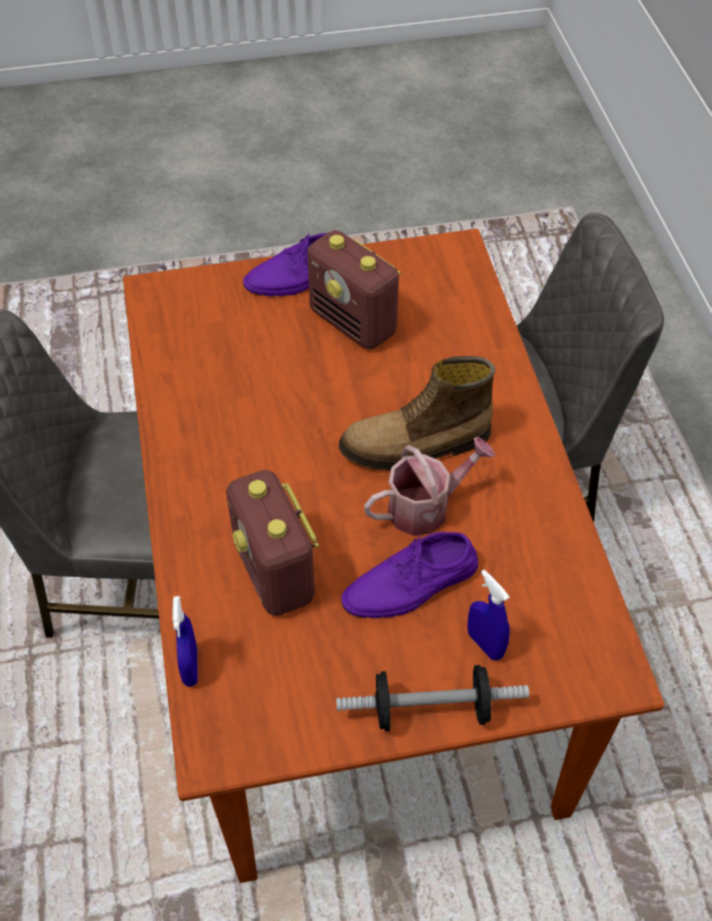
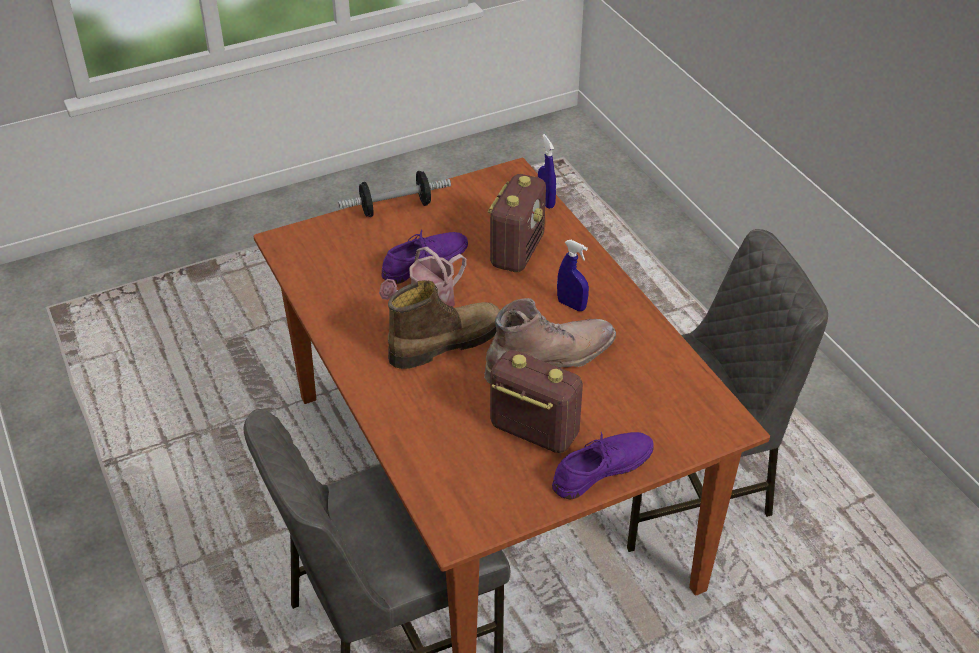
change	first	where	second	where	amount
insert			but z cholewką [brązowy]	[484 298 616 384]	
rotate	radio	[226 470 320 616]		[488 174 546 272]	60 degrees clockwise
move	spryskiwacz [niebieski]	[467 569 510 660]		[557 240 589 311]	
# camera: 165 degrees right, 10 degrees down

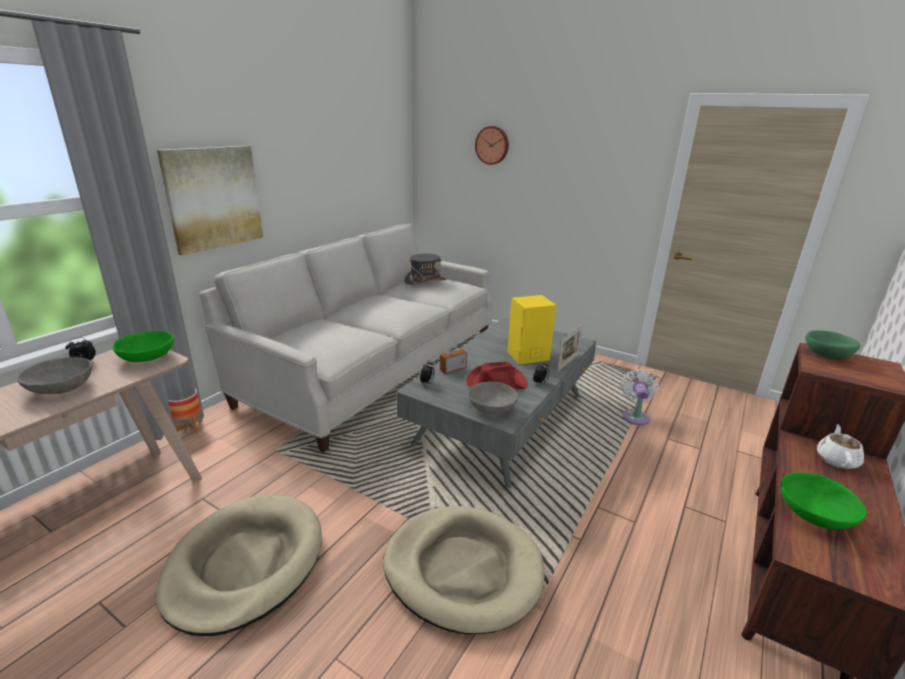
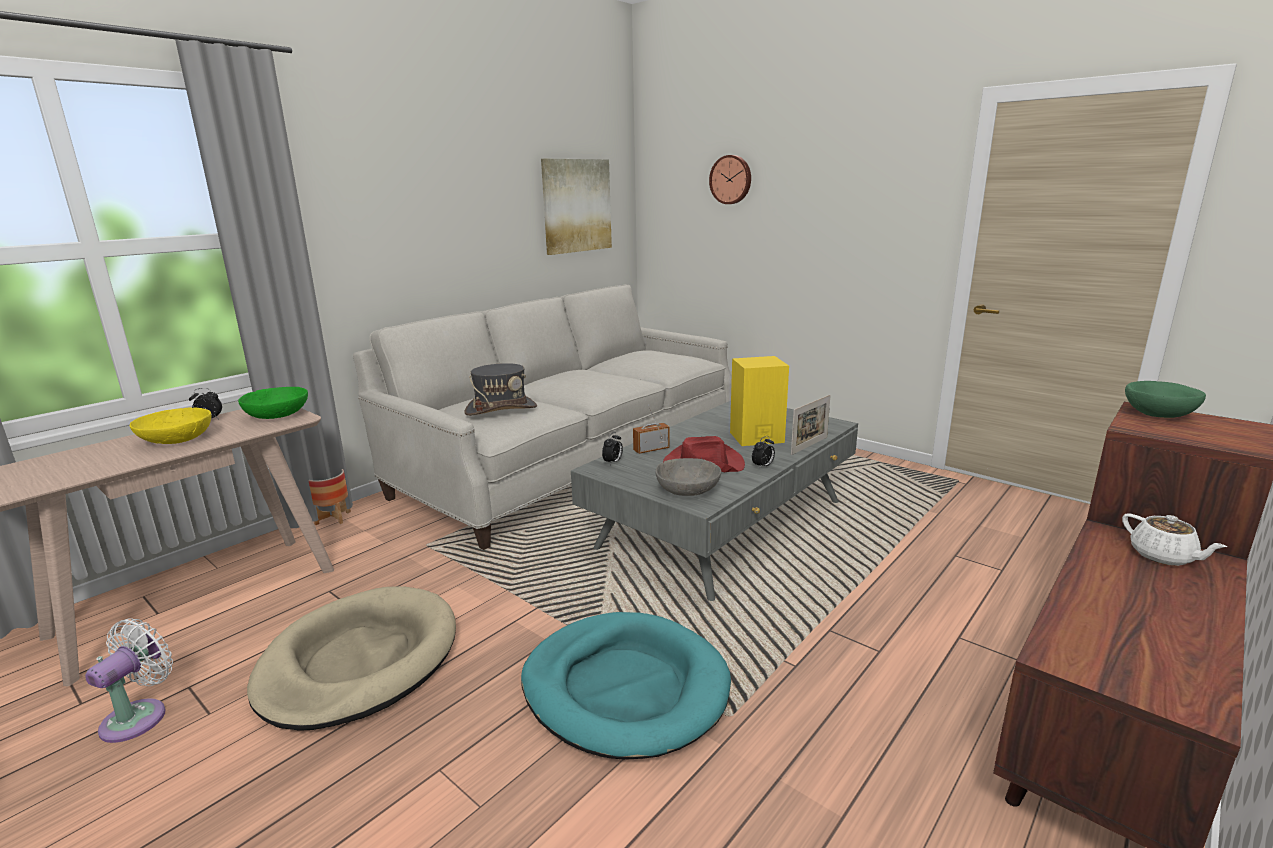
change	first	where	second	where	amount
move	wentylator [biały]	[621 369 659 425]		[85 619 173 743]	
recolor	miska [szary]	[17 357 92 394]	miska [żółty]	[130 407 211 444]	
move	kapelusz [szary]	[404 254 446 285]		[465 363 537 416]	
recolor	legowisko [beżowy]	[383 506 545 634]	legowisko [turkusowy]	[521 612 731 760]	
move	obraz	[157 146 263 255]		[541 159 612 255]	
rotate	imbryk [biały]	[817 424 864 469]		[1122 514 1227 566]	120 degrees clockwise
delete	miska [zielony]	[781 472 867 529]			
# camera: 10 degrees right, 5 degrees down

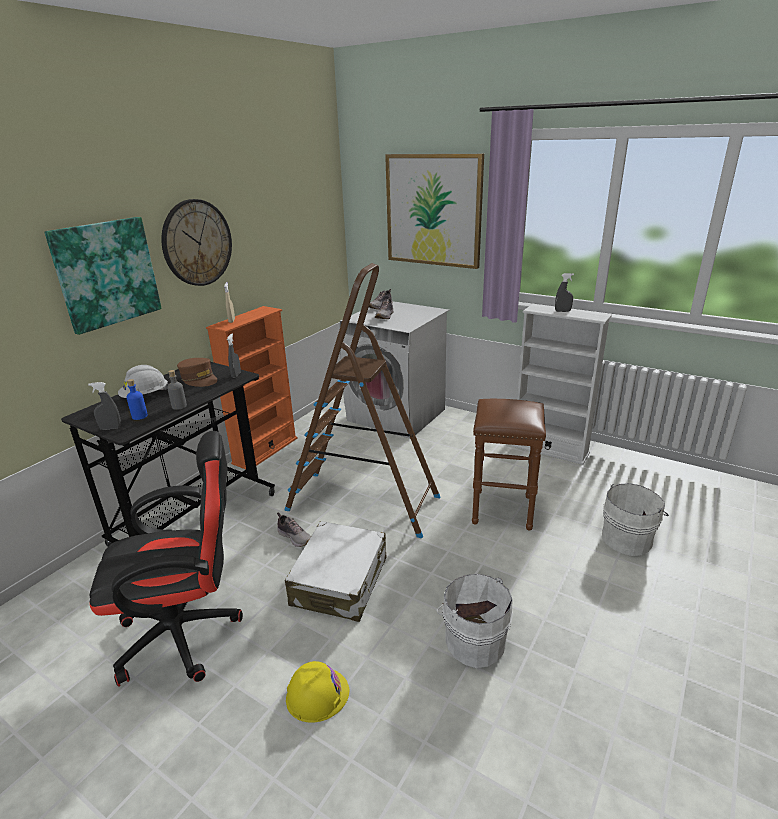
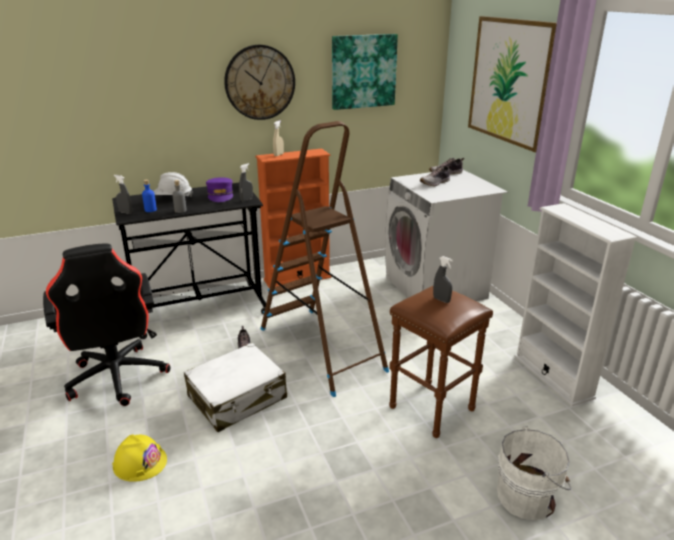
change	first	where	second	where	amount
rotate	krzesło biurowe [czarny]	[90 431 243 687]		[43 243 170 406]	45 degrees clockwise
recolor	czapka z daszkiem [brązowy]	[177 358 218 387]	czapka z daszkiem [fioletowy]	[206 177 233 202]	
move	obraz	[44 217 162 335]		[332 34 398 110]	
move	spryskiwacz [szary]	[555 273 574 312]		[433 256 453 303]	
delete	wiadro [biały]	[436 574 513 668]			
# camera: 35 degrees right, 0 degrees up

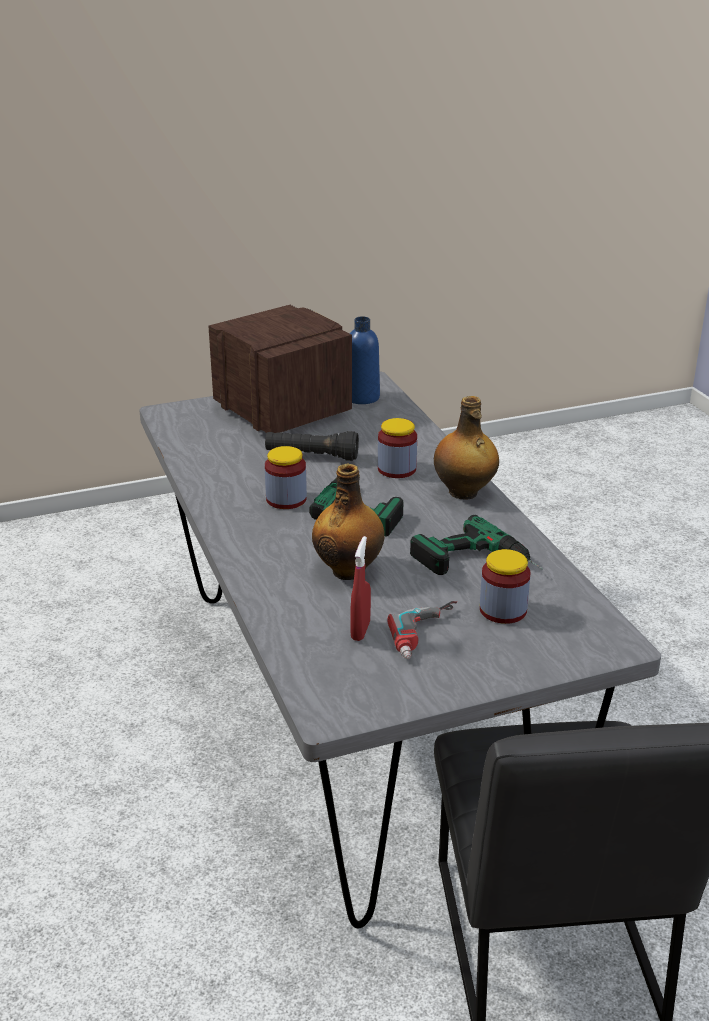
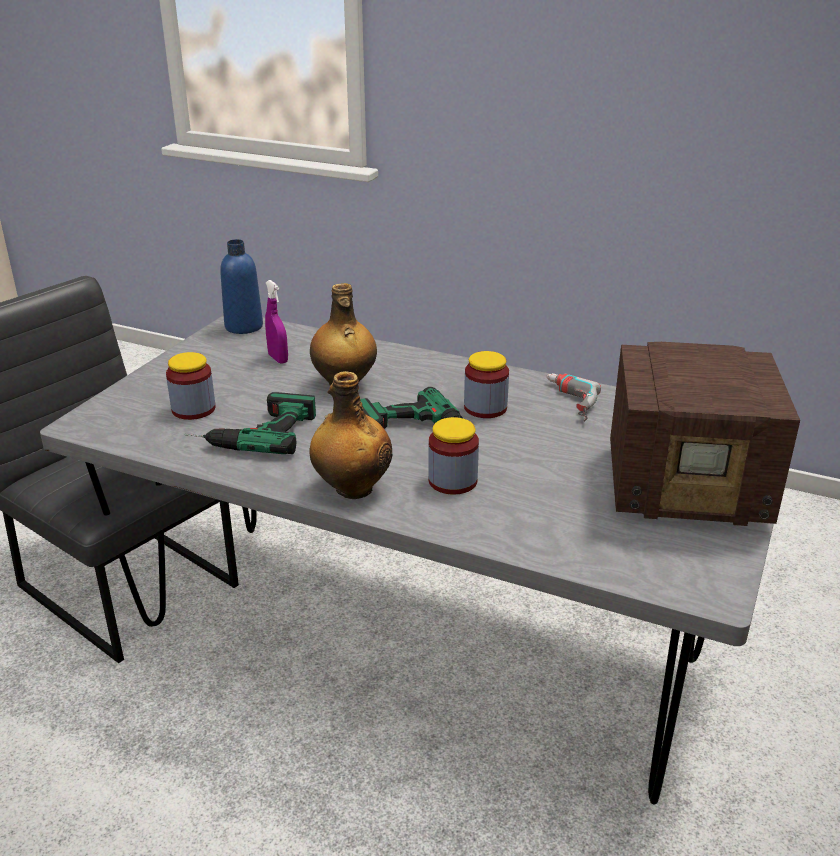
change	first	where	second	where	amount
move	butelka [niebieski]	[350 316 380 404]		[220 239 263 334]	
recolor	spryskiwacz [czerwony]	[350 536 371 641]	spryskiwacz [fioletowy]	[265 280 288 364]	
move	wiertarka	[388 601 457 659]		[547 373 601 421]	
delete	latarka [czarny]	[265 431 359 461]			
# camera: 135 degrees right, 0 degrees up

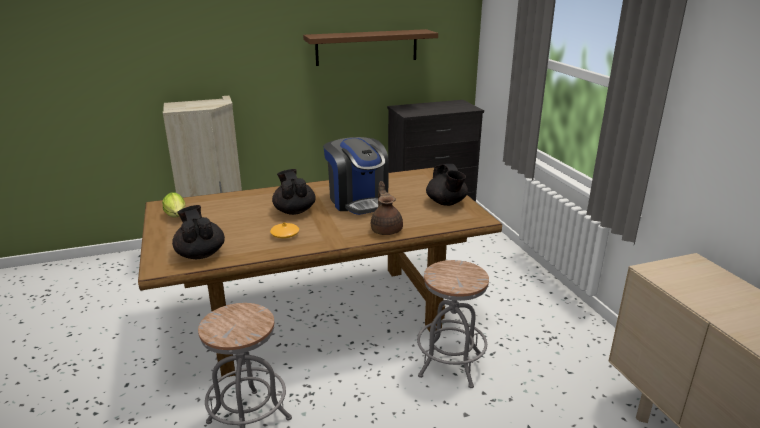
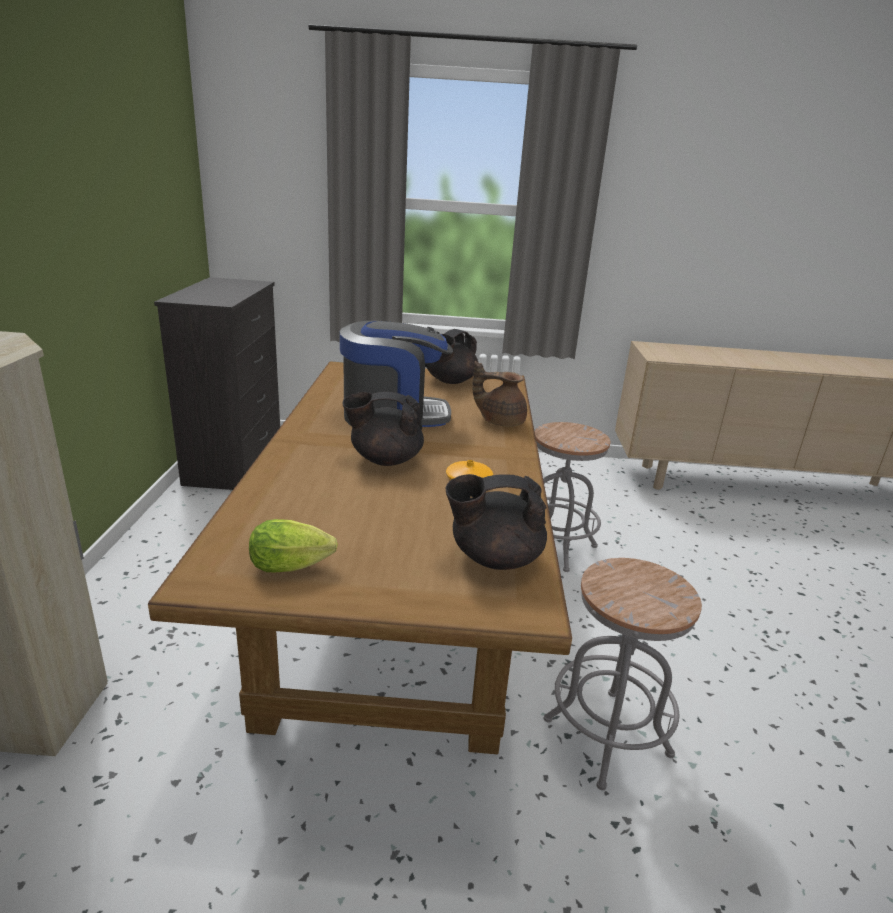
change	first	where	second	where	amount
rotate	imbryk [czarny]	[426 164 468 206]		[427 329 478 384]	120 degrees clockwise
delete	półka [brązowy]	[303 29 438 66]			
# camera: 70 degrees left, 0 degrees up

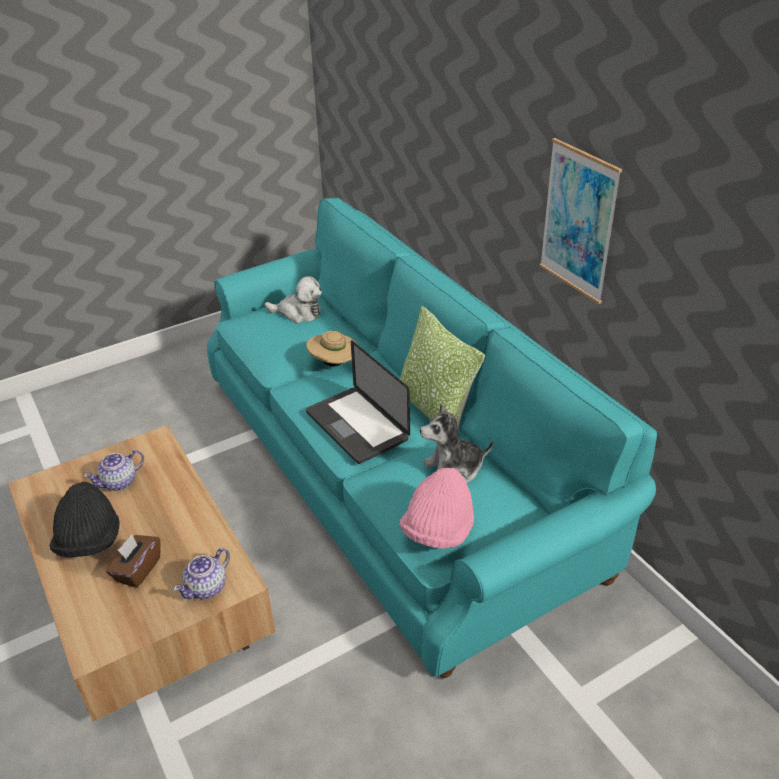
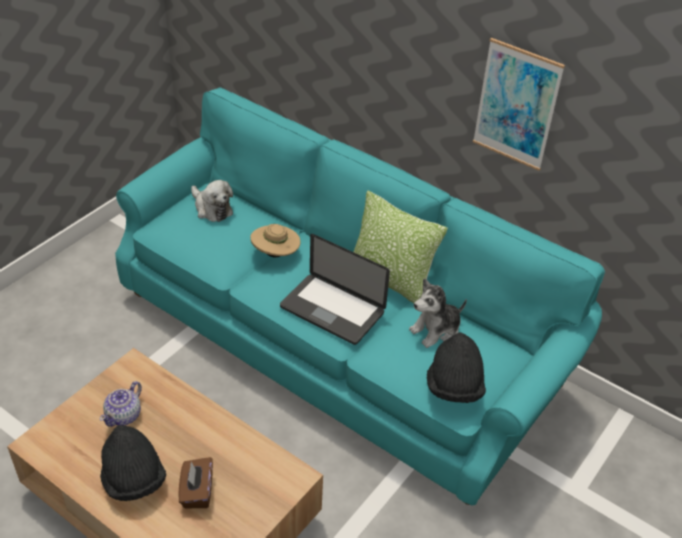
change	first	where	second	where	amount
rotate	pluszak	[265 276 322 323]		[191 180 233 222]	60 degrees clockwise
recolor	kapelusz [różowy]	[400 468 474 549]	kapelusz [czarny]	[427 332 486 403]	
delete	imbryk	[174 548 230 599]			
# camera: 25 degrees left, 5 degrees up

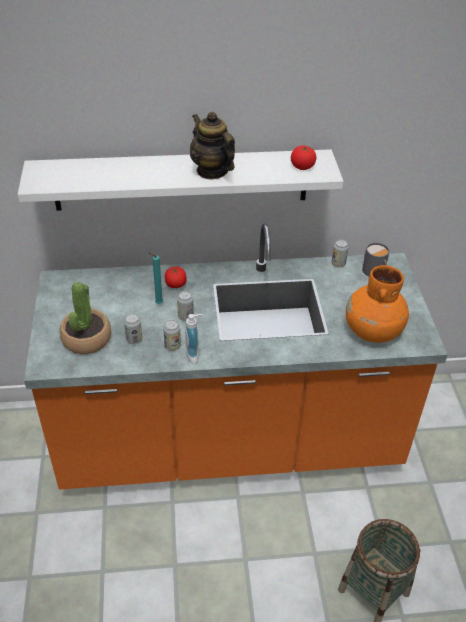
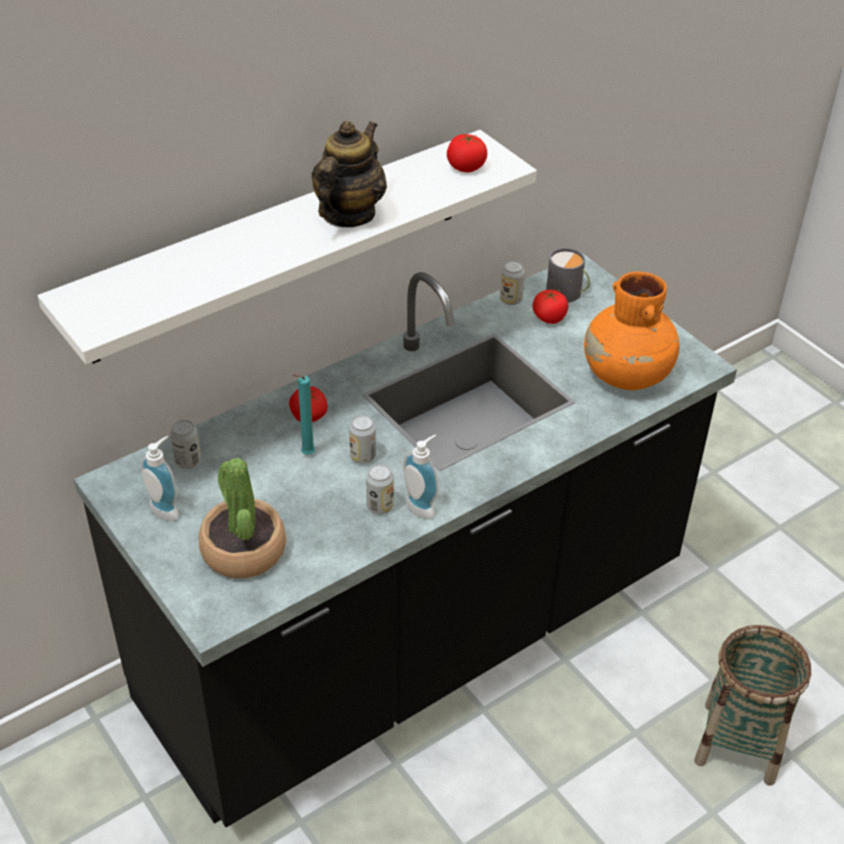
change	first	where	second	where	amount
recolor	zabudowa kuchenna [pomarańczowy]	[24 224 448 490]	zabudowa kuchenna [czarny]	[74 253 737 827]	
insert			dozownik mydła	[141 436 179 521]	
move	puszka	[124 313 142 344]		[171 420 201 469]	
rotate	imbryk	[190 112 235 179]		[311 121 387 227]	90 degrees clockwise
insert			pomidor	[533 290 568 324]	
# camera: 30 degrees left, 0 degrees up

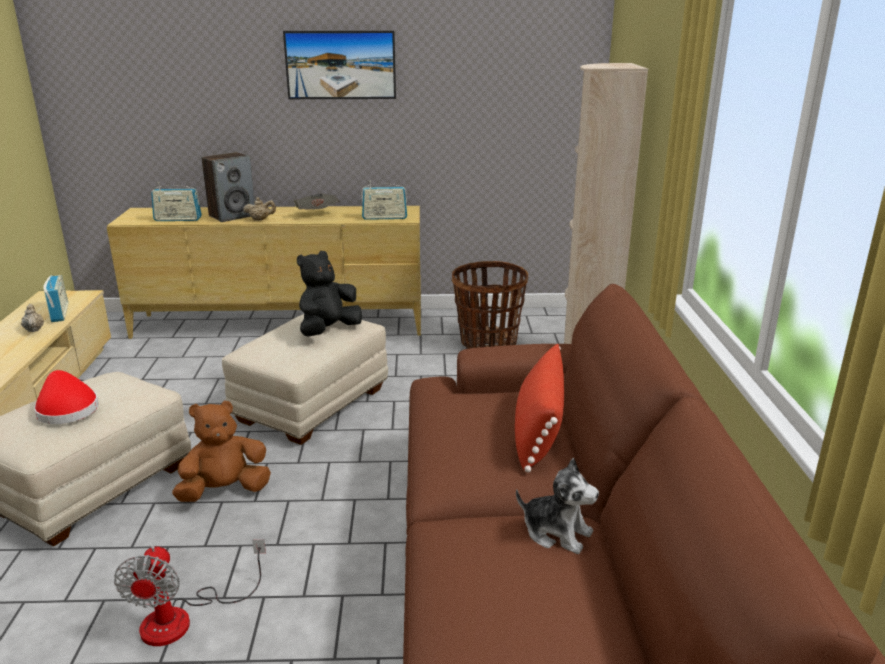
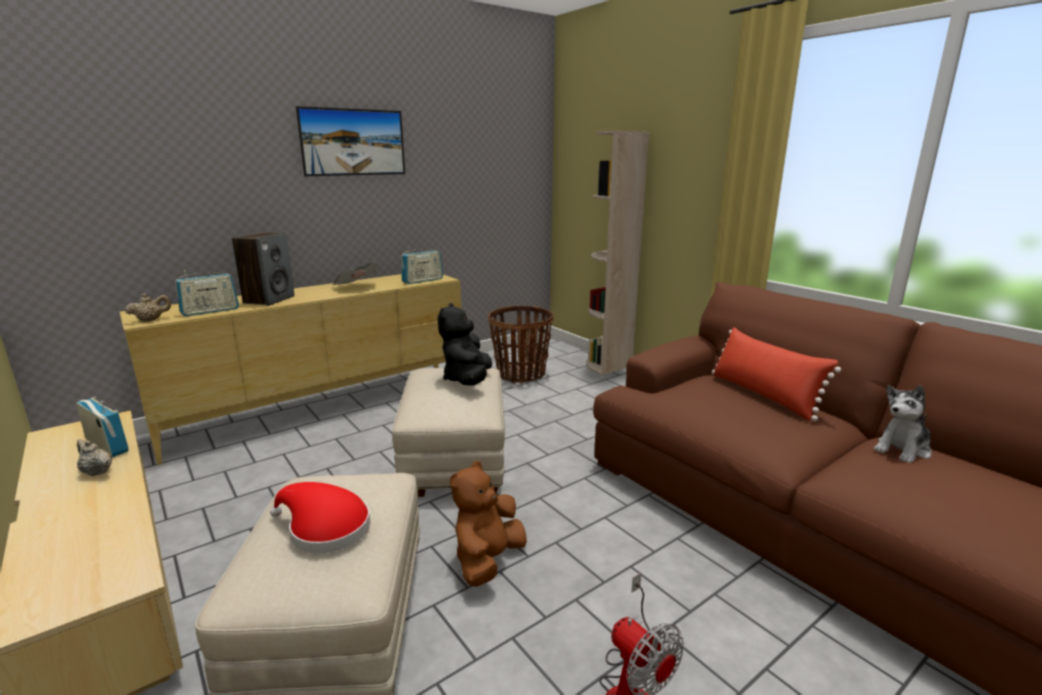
change	first	where	second	where	amount
move	imbryk [beżowy]	[243 197 276 221]		[124 293 171 322]	
rotate	pluszak	[516 458 599 554]		[874 385 932 463]	150 degrees clockwise
# camera: 35 degrees left, 5 degrees down

